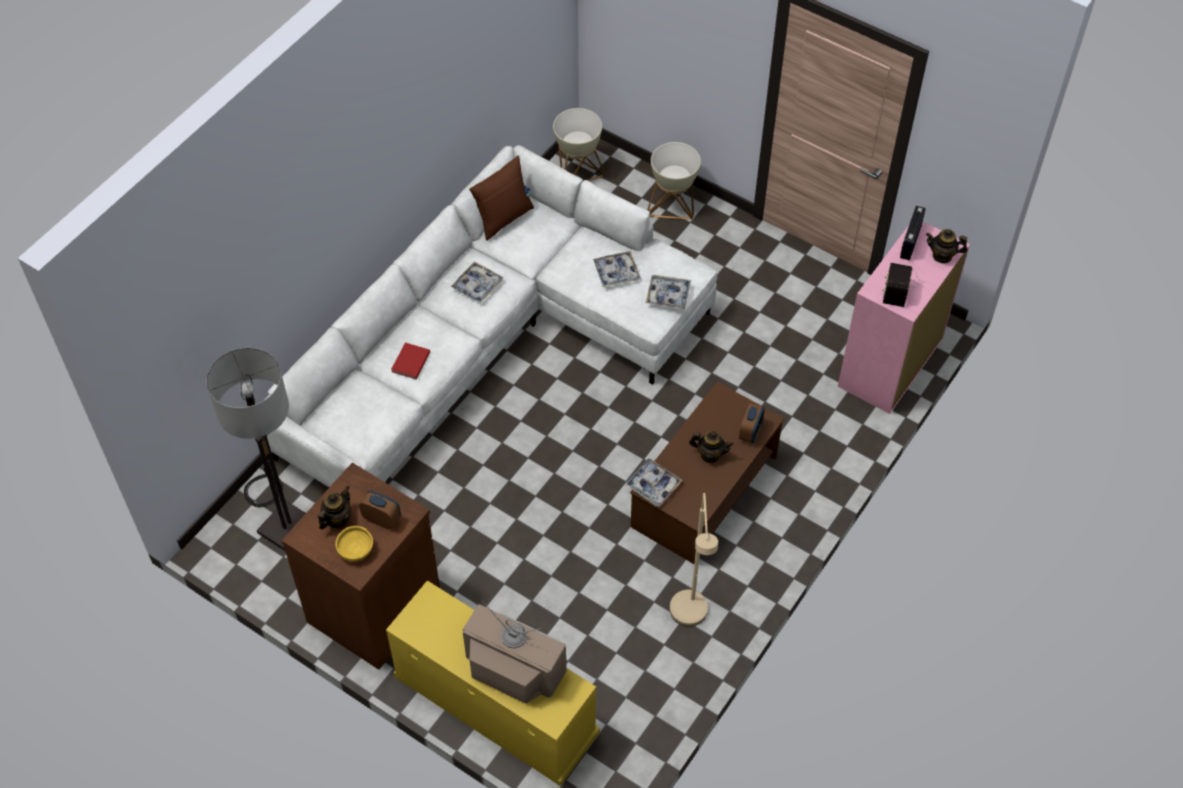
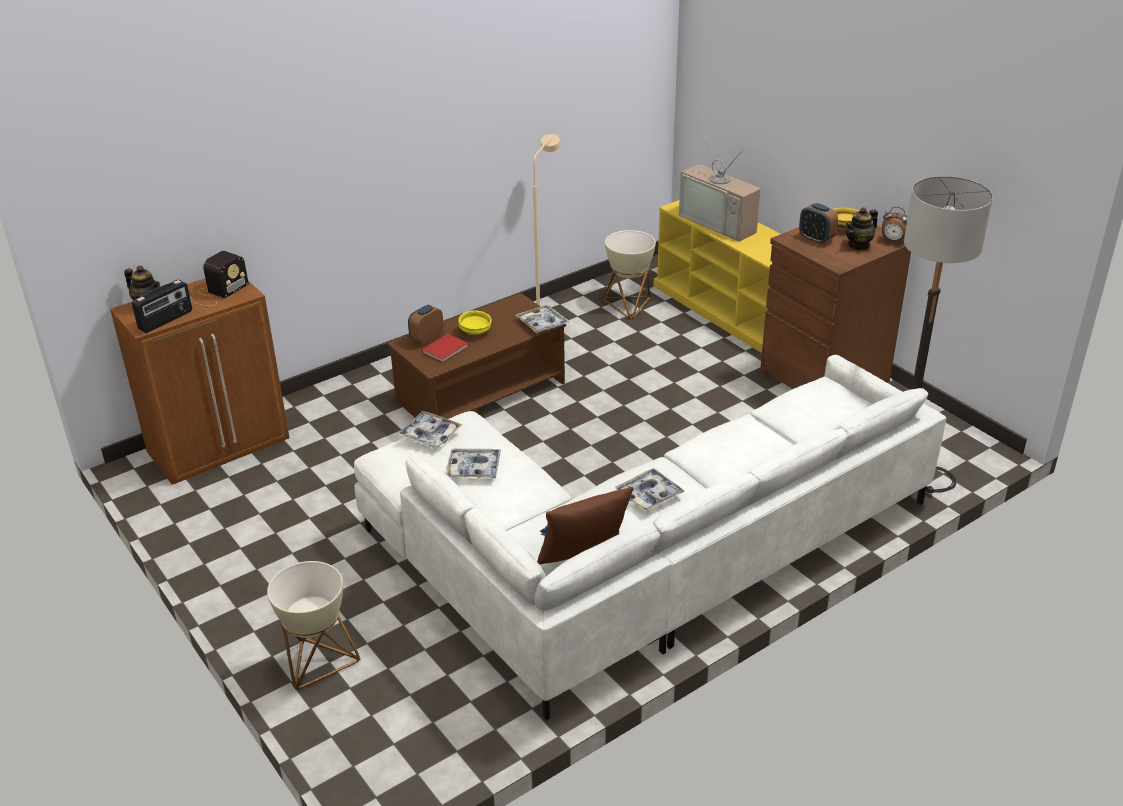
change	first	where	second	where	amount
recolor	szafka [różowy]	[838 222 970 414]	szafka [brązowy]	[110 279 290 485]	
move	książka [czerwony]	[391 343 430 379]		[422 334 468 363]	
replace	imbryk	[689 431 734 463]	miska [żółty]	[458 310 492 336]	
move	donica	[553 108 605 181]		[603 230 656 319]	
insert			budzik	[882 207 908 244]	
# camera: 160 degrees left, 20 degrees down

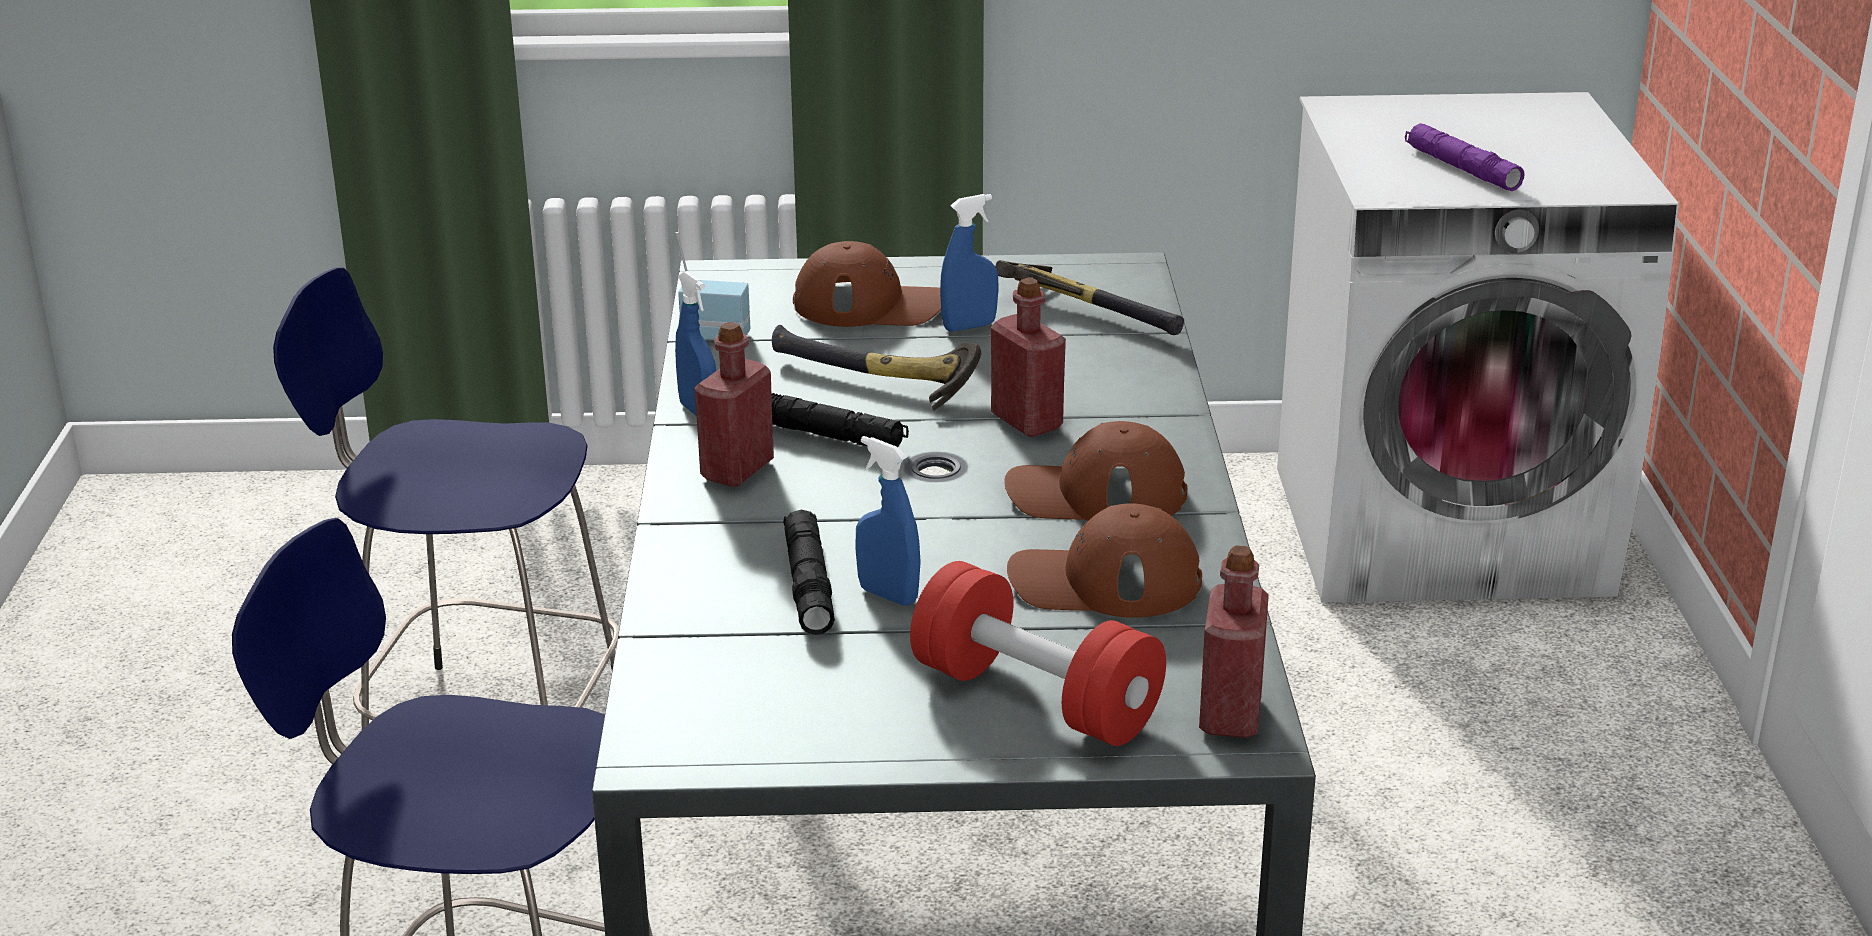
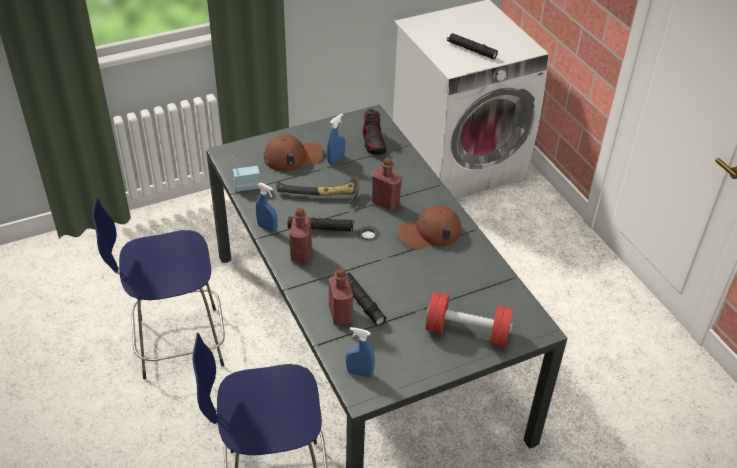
change	first	where	second	where	amount
move	butelka [czerwony]	[1199 545 1269 738]		[329 268 353 325]	
move	spryskiwacz [niebieski]	[855 436 921 606]		[346 327 375 377]	
replace	młotek	[995 260 1184 335]	but	[363 109 386 155]	
recolor	latarka [fioletowy]	[1405 123 1524 191]	latarka [czarny]	[447 33 498 59]	
delete	czapka z daszkiem [brązowy]	[1007 503 1202 618]			
# camera: 25 degrees left, 15 degrees up

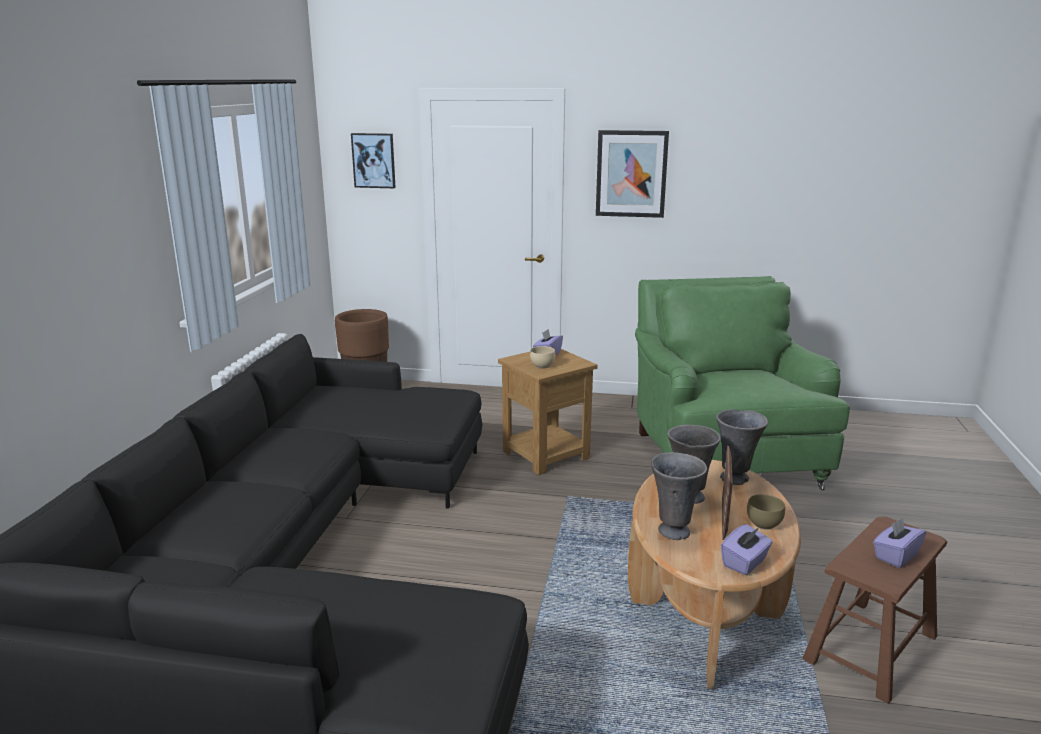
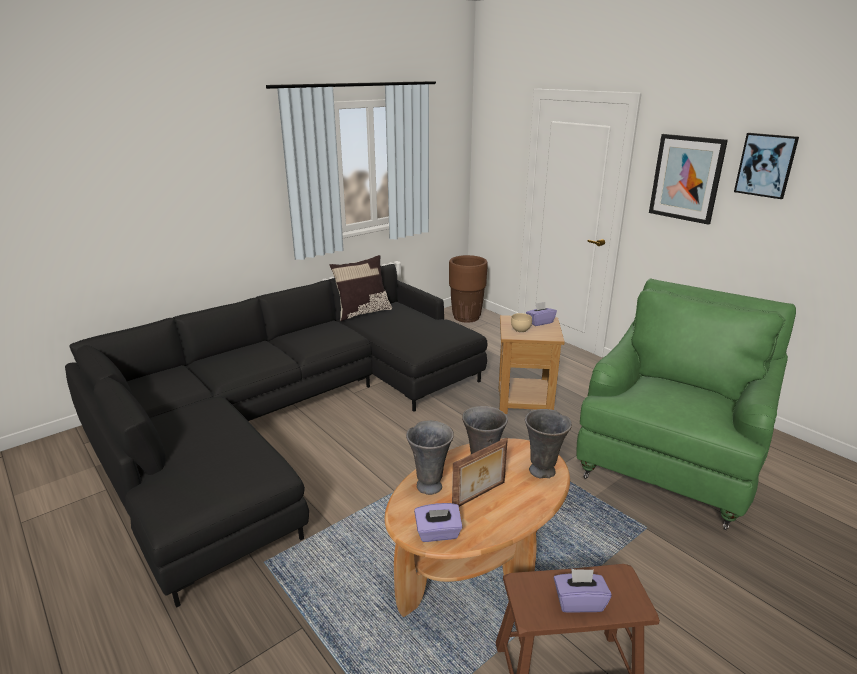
change	first	where	second	where	amount
insert			poduszka	[330 255 392 321]	
move	obraz	[351 133 396 188]		[734 133 799 199]	
delete	miska [brązowy]	[747 494 785 530]			
# camera: 40 degrees right, 5 degrees up

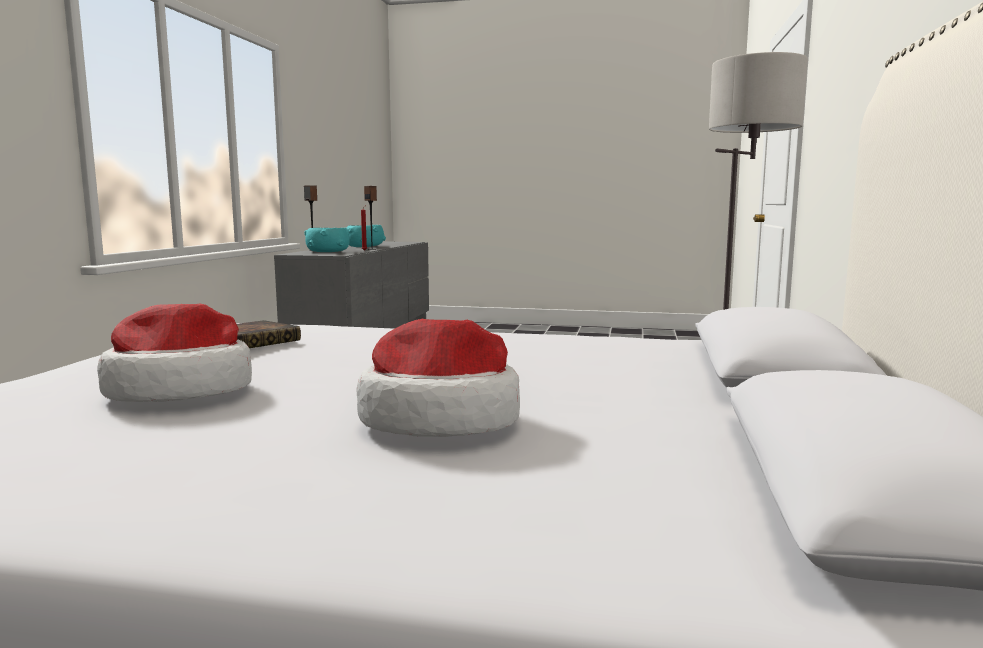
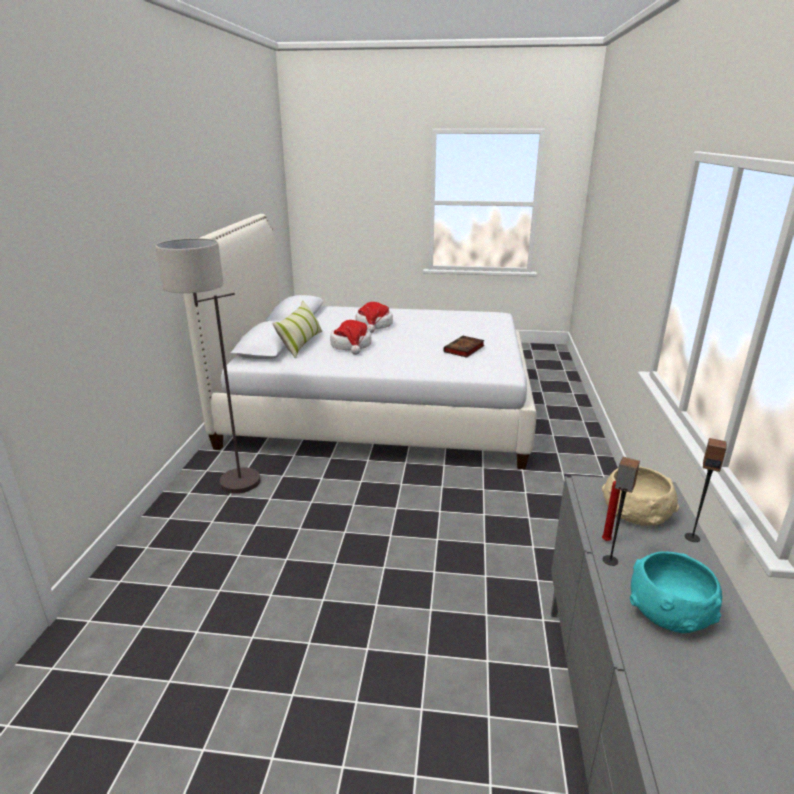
change	first	where	second	where	amount
insert			poduszka	[272 301 322 359]	
move	kapelusz	[97 304 252 402]		[330 320 372 355]	
recolor	miska [turkusowy]	[305 228 350 252]	miska [beżowy]	[602 466 679 526]	
# camera: 175 degrees right, 15 degrees up

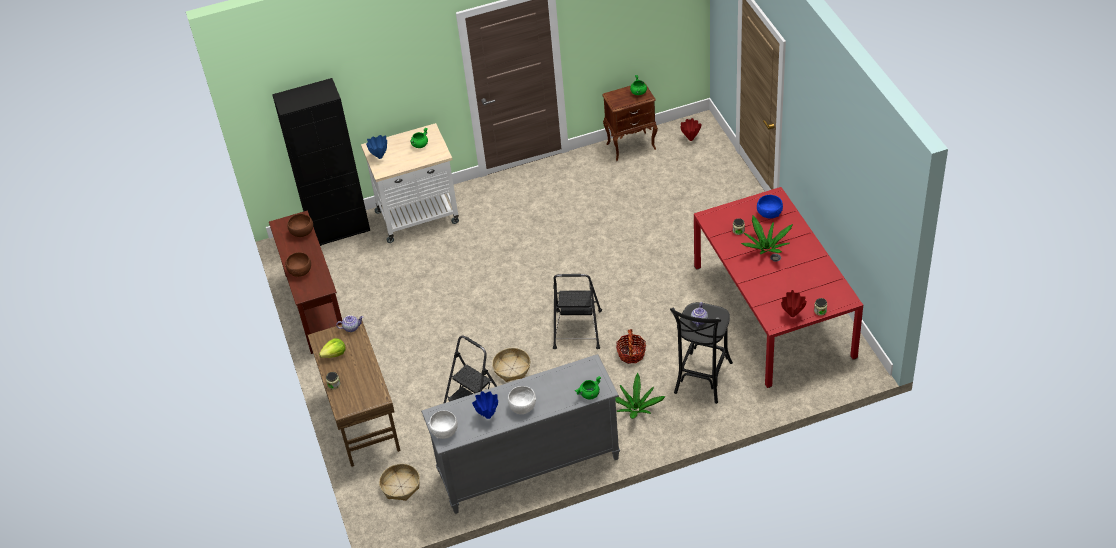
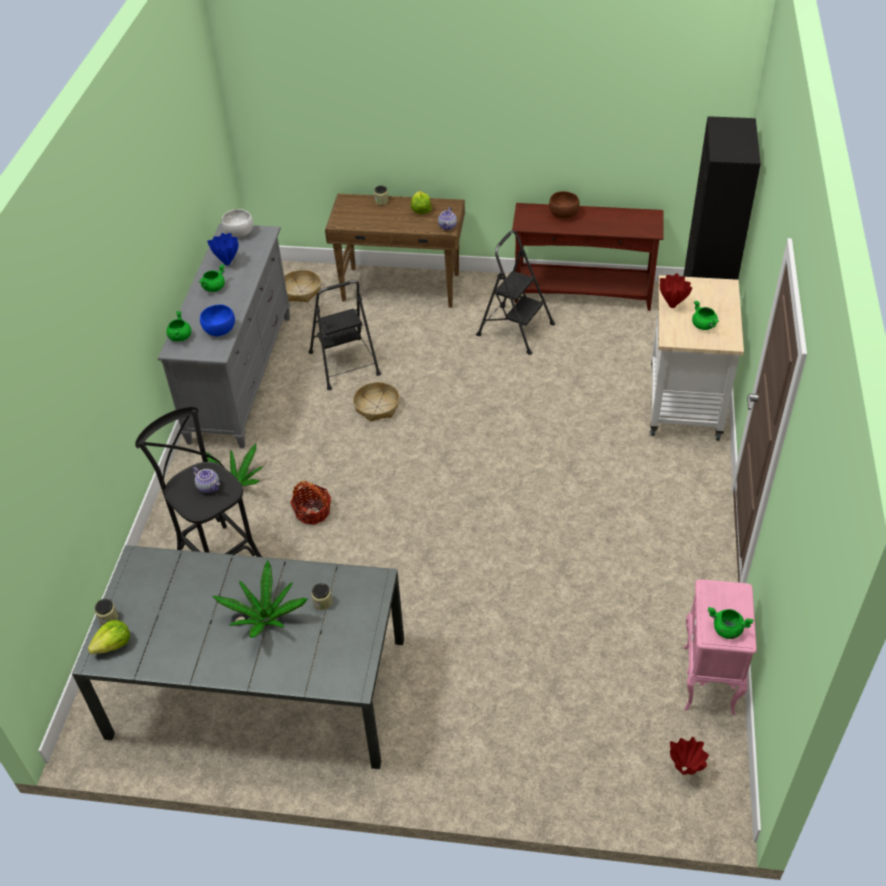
change	first	where	second	where	amount
recolor	stół jadalny [czerwony]	[694 187 863 388]	stół jadalny [szary]	[72 545 404 769]	
insert			sałata	[88 620 130 654]	
replace	miska [biały]	[508 386 536 414]	garnek [zielony]	[199 264 225 292]	
move	miska [niebieski]	[757 195 783 219]		[200 304 235 336]	
move	drabinka [czarny]	[553 274 602 349]		[476 230 555 355]	
move	wazon [czerwony]	[781 290 807 317]		[660 273 692 308]	
recolor	szafka nocna [brązowy]	[602 85 658 161]	szafka nocna [różowy]	[684 579 757 716]	
delete	miska [brązowy]	[287 214 313 237]			
delete	wazon [niebieski]	[366 135 387 159]			
# camera: 115 degrees right, 0 degrees up

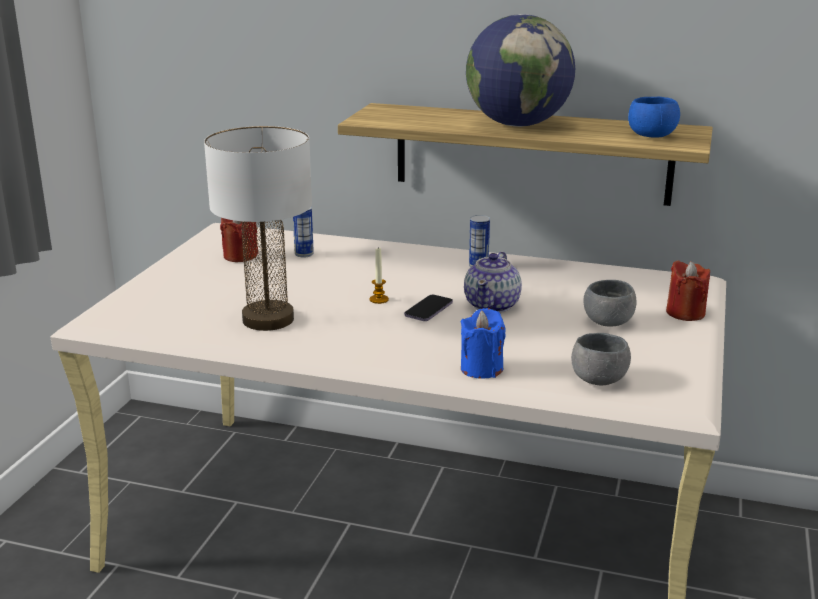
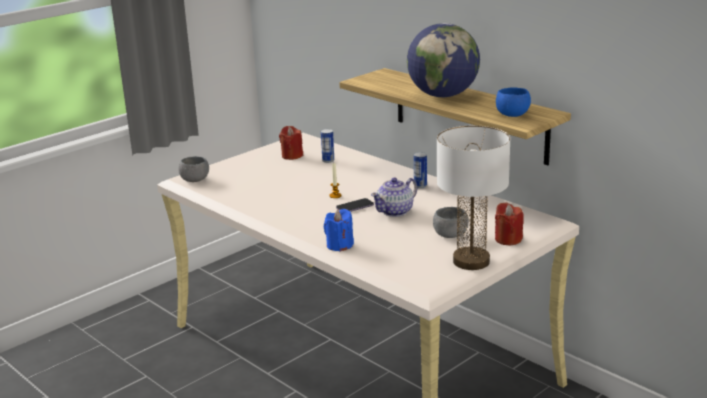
change	first	where	second	where	amount
move	miska [szary]	[571 333 631 385]		[178 156 209 182]	
move	lampa stołowa	[204 126 312 331]		[437 126 510 270]	
# camera: 30 degrees right, 0 degrees up

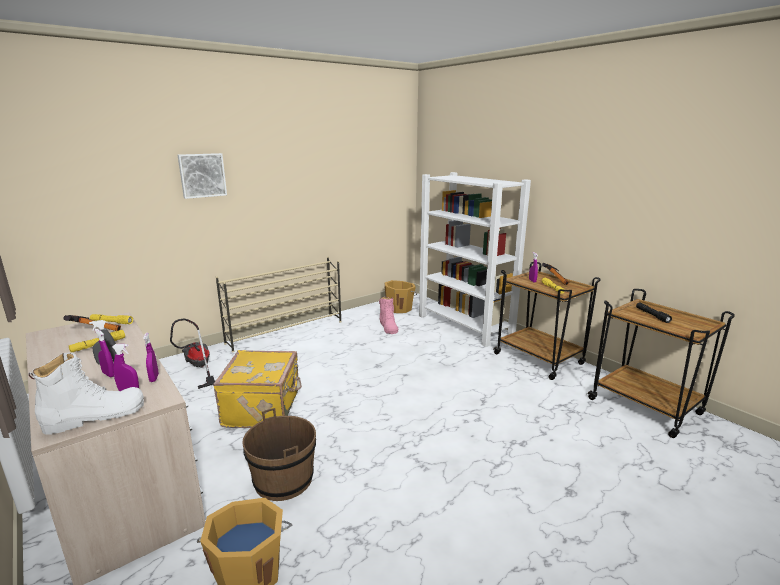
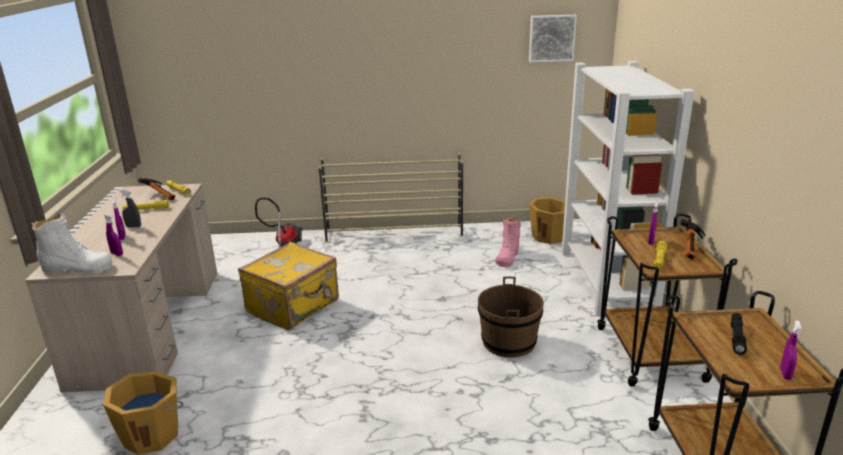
change	first	where	second	where	amount
move	wiadro [brązowy]	[243 408 316 501]		[478 277 544 357]	
move	obraz	[178 153 227 199]		[529 15 577 62]	
move	spryskiwacz [fioletowy]	[143 333 159 382]		[780 321 802 380]	
# camera: 35 degrees right, 5 degrees up

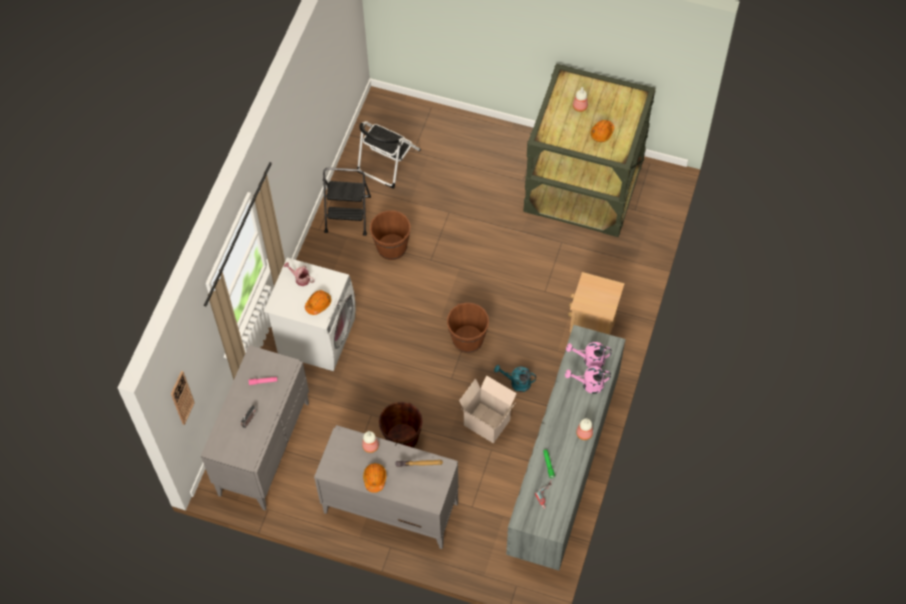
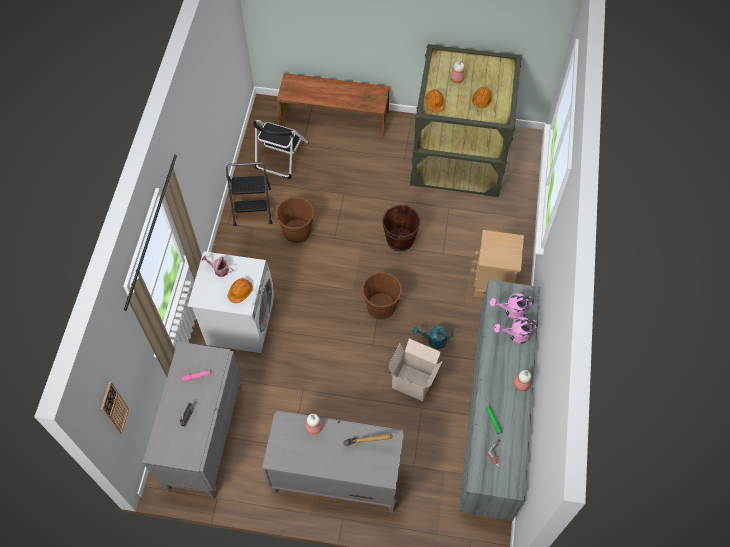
change	first	where	second	where	amount
insert			ławka [brązowy]	[277 73 390 139]	
move	wiadro [brązowy]	[379 402 423 448]		[382 205 420 251]	
move	kask [pomarańczowy]	[363 463 386 493]		[425 89 445 113]	
# camera: 10 degrees left, 0 degrees up

